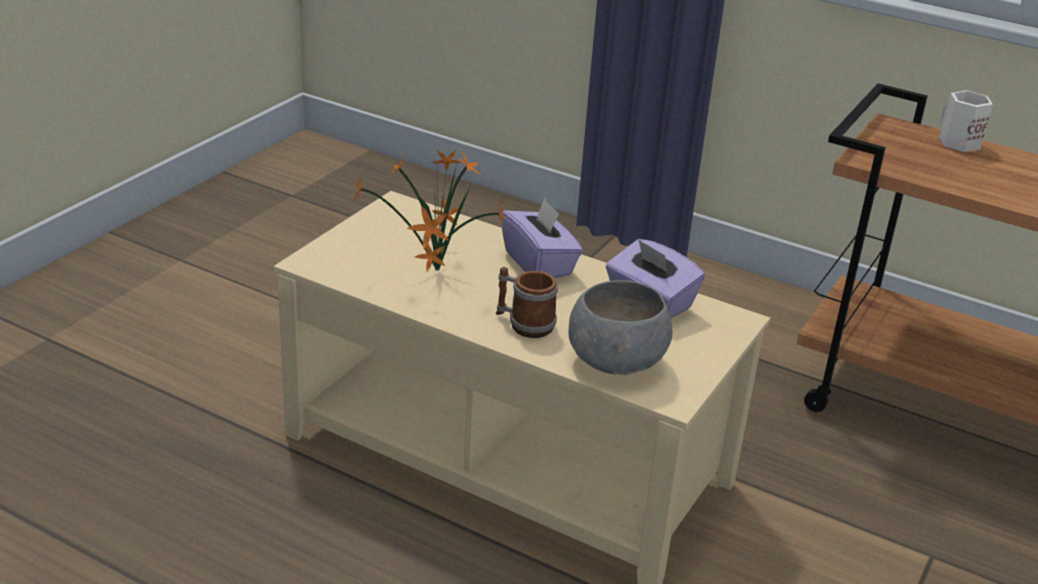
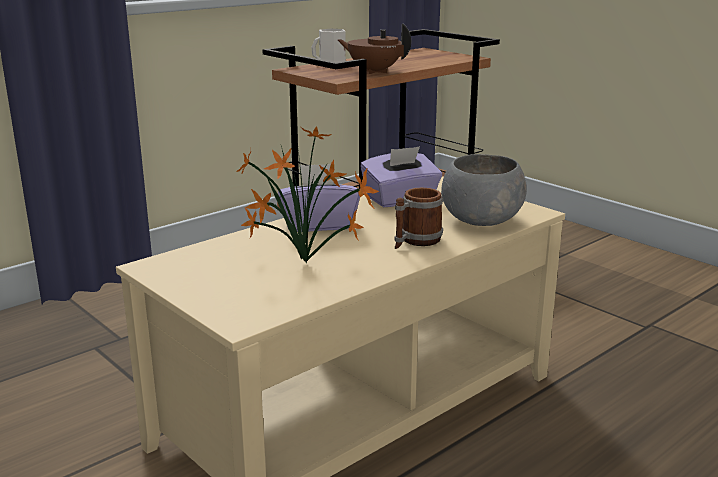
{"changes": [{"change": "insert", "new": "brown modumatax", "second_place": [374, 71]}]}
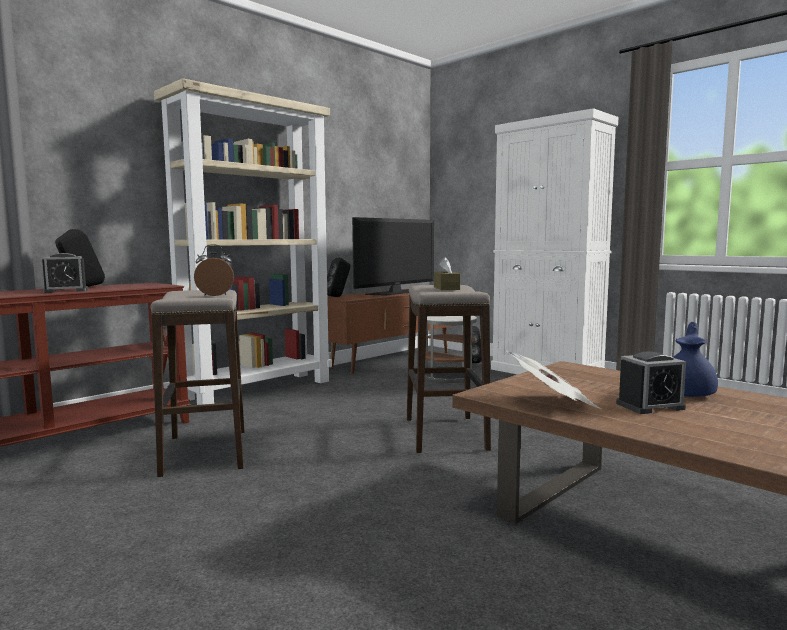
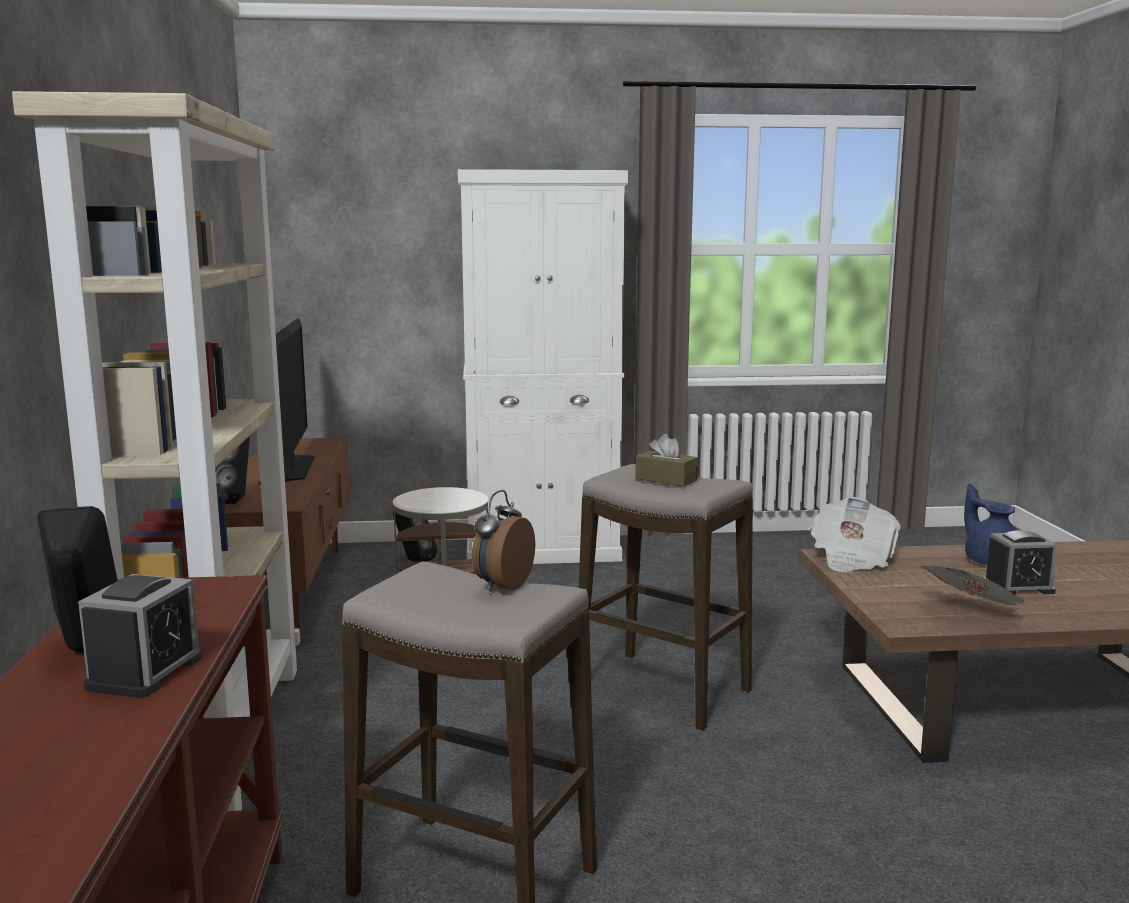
{"changes": [{"change": "insert", "new": "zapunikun", "second_place": [852, 558]}, {"change": "rotate", "old": "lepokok", "first_place": [650, 406], "second_place": [1018, 587], "degrees": 60}]}
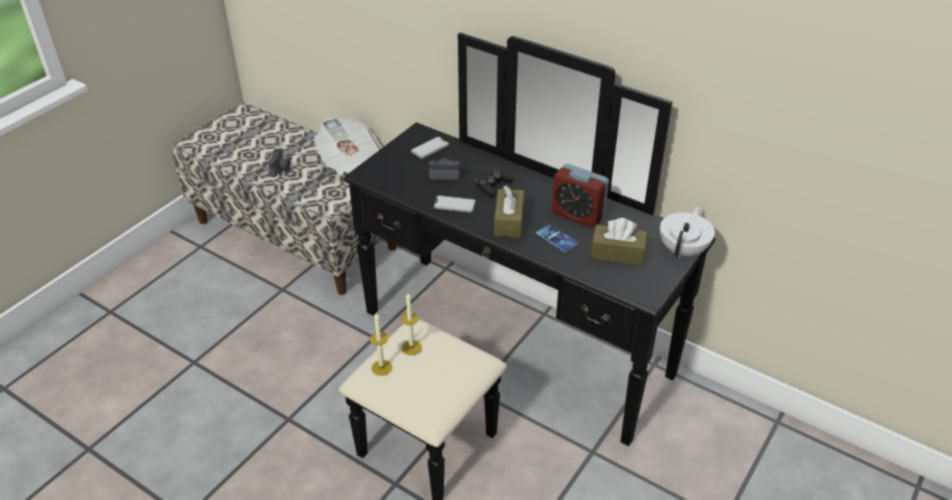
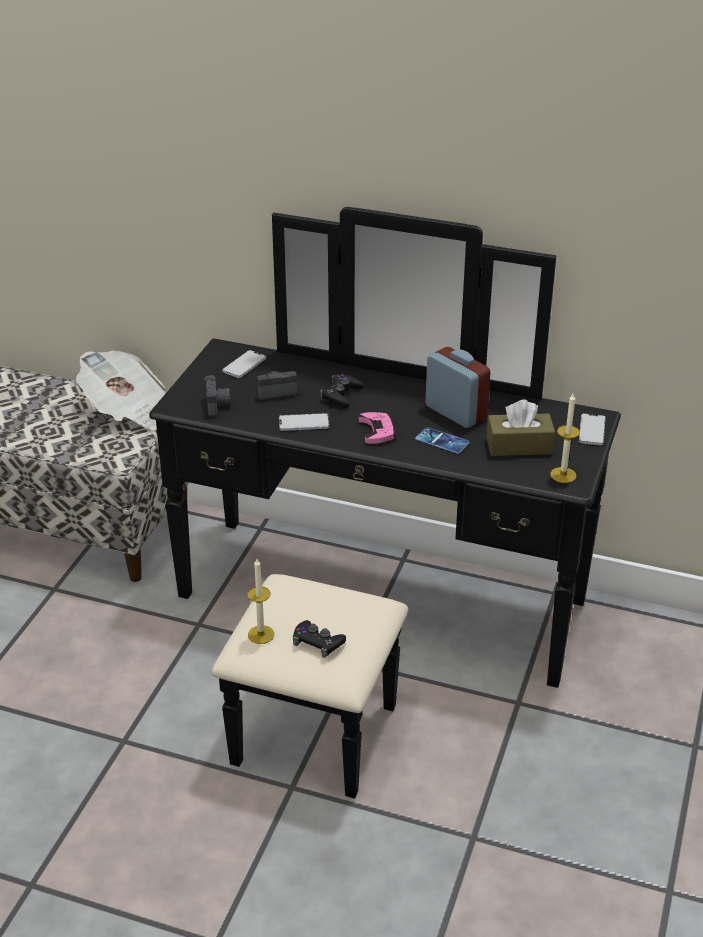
{"changes": [{"change": "move", "old": "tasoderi", "first_place": [281, 169], "second_place": [218, 405]}, {"change": "insert", "new": "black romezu", "second_place": [318, 642]}, {"change": "replace", "old": "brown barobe", "new": "pink romezu", "first_place": [509, 221], "second_place": [377, 431]}, {"change": "rotate", "old": "lepokok", "first_place": [578, 215], "second_place": [455, 412], "degrees": -150}, {"change": "move", "old": "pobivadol", "first_place": [411, 347], "second_place": [563, 475]}, {"change": "replace", "old": "white modumatax", "new": "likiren", "first_place": [683, 250], "second_place": [591, 430]}]}
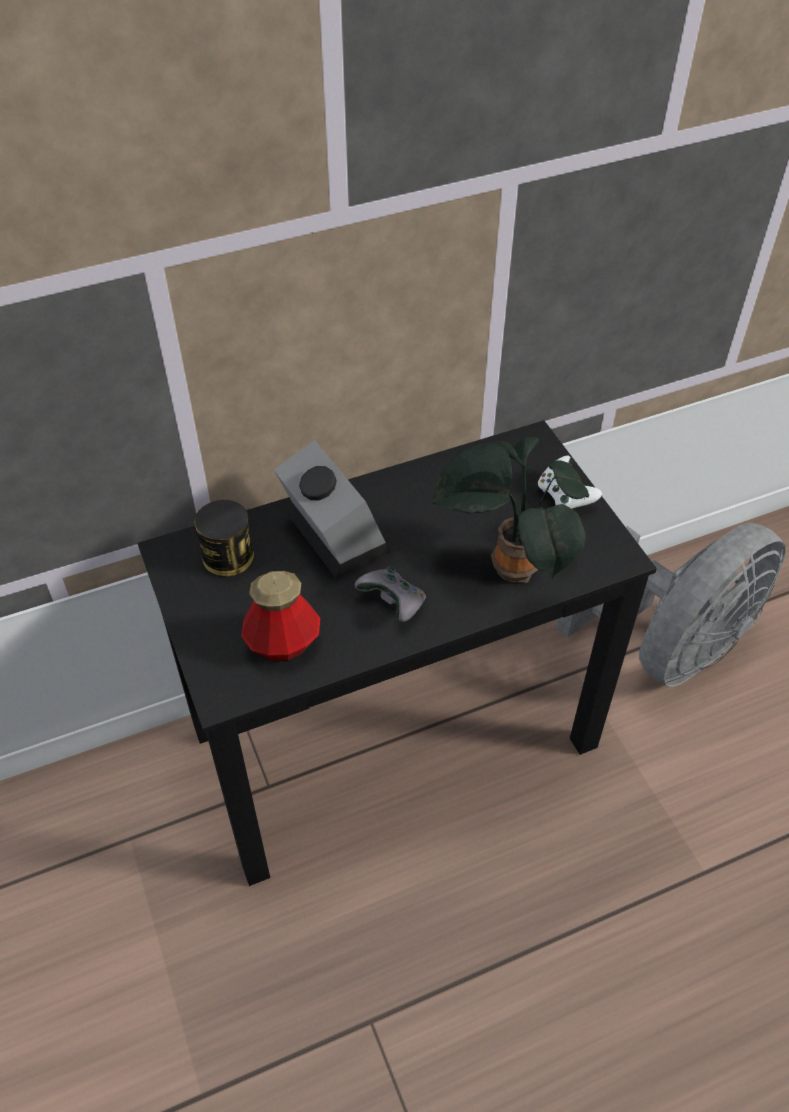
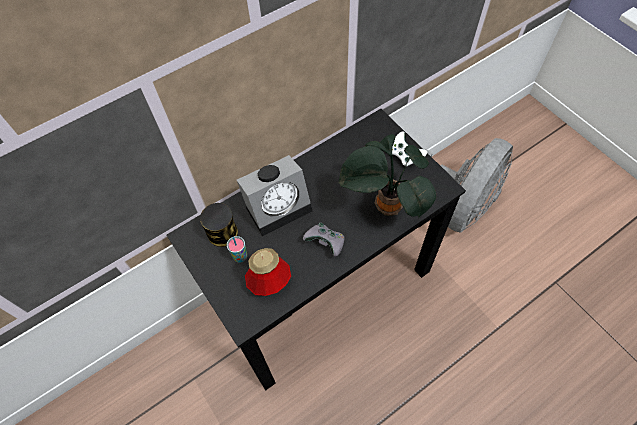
{"changes": [{"change": "insert", "new": "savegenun", "second_place": [240, 257]}, {"change": "rotate", "old": "lepokok", "first_place": [332, 534], "second_place": [279, 206], "degrees": 105}]}
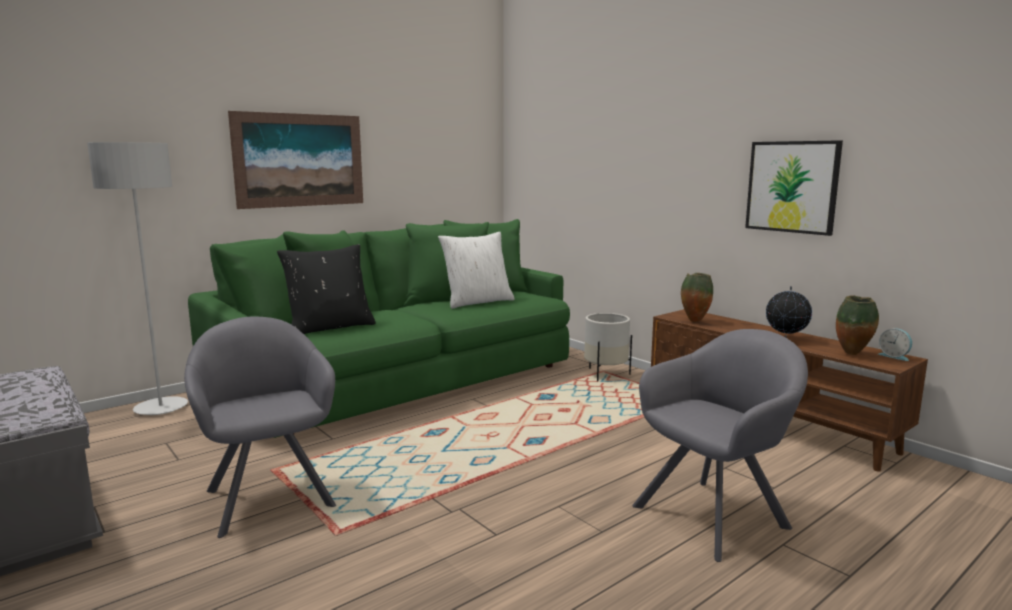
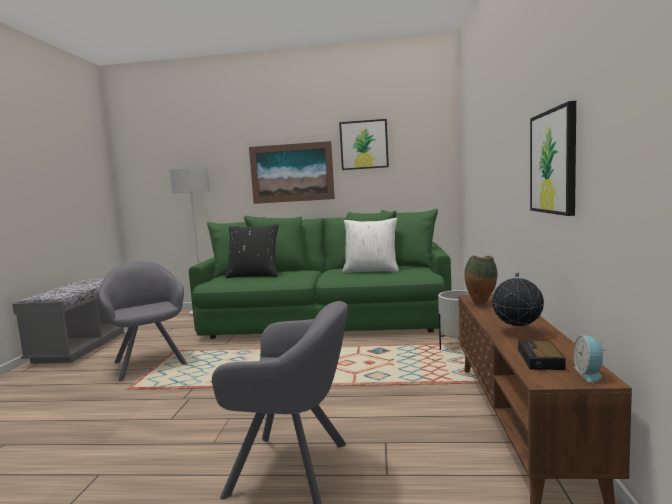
{"changes": [{"change": "rotate", "old": "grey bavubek", "first_place": [269, 494], "second_place": [150, 362], "degrees": -45}, {"change": "insert", "new": "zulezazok", "second_place": [364, 145]}, {"change": "replace", "old": "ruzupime", "new": "lepokok", "first_place": [853, 354], "second_place": [540, 360]}]}
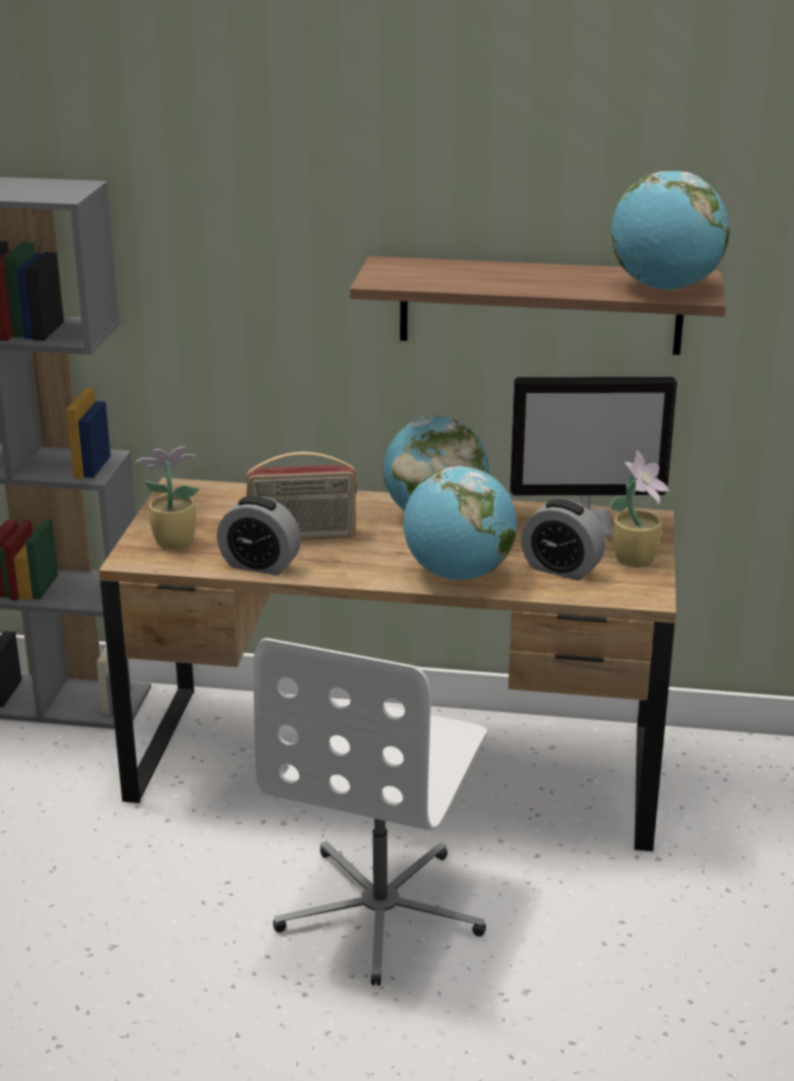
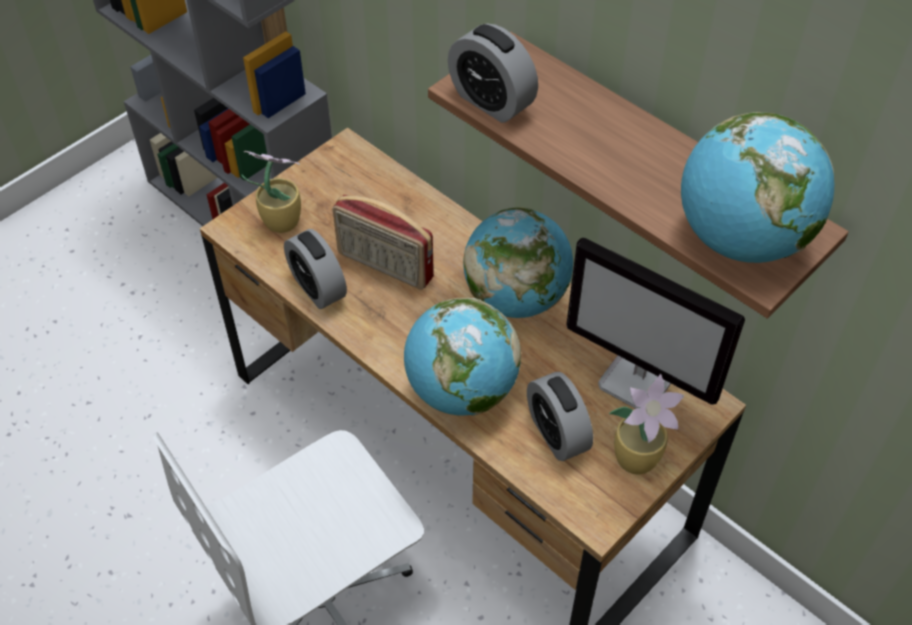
{"changes": [{"change": "insert", "new": "lepokok", "second_place": [491, 101]}]}
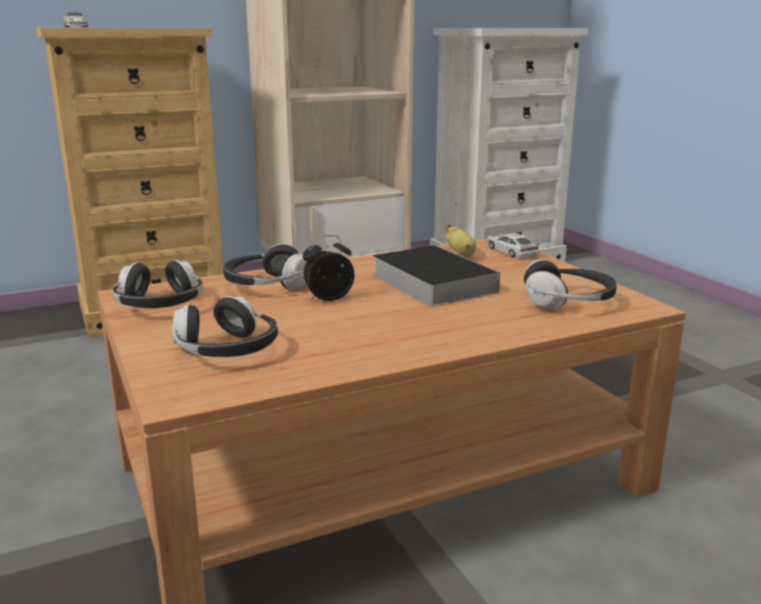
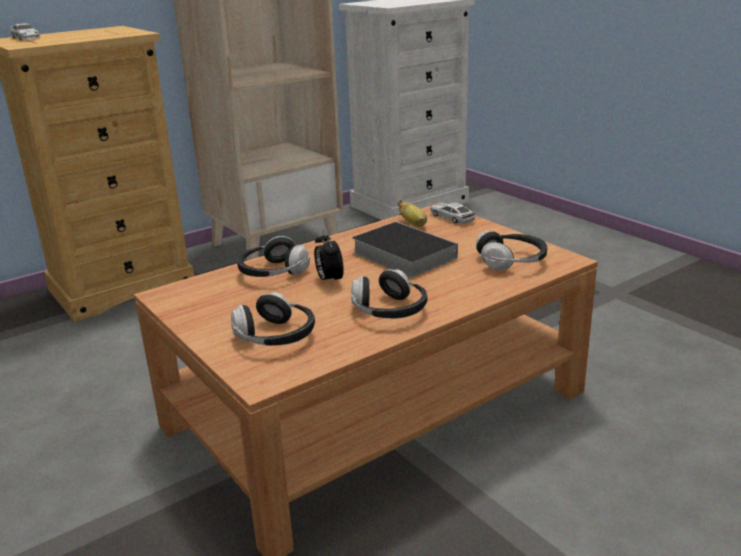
{"changes": [{"change": "rotate", "old": "lepokok", "first_place": [328, 299], "second_place": [329, 280], "degrees": -75}, {"change": "move", "old": "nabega", "first_place": [160, 305], "second_place": [389, 311]}]}
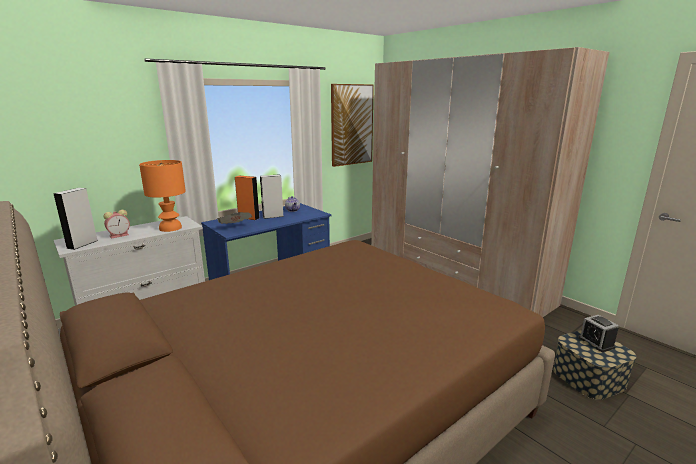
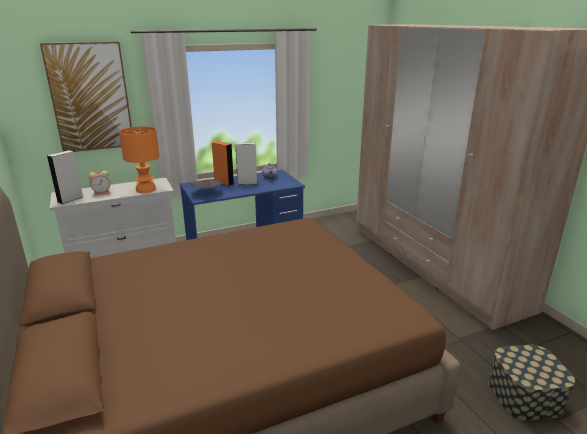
{"changes": [{"change": "move", "old": "zulezazok", "first_place": [351, 125], "second_place": [90, 97]}, {"change": "delete", "old": "lepokok", "first_place": [596, 342]}]}
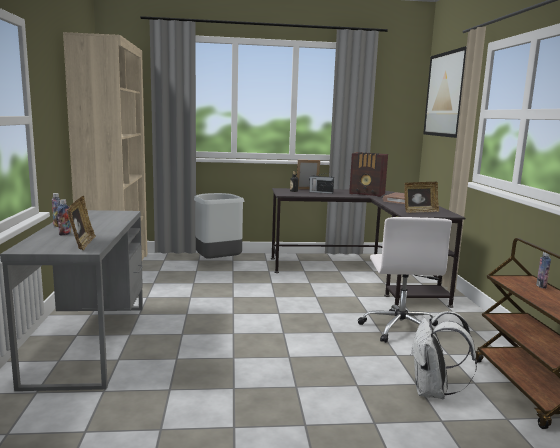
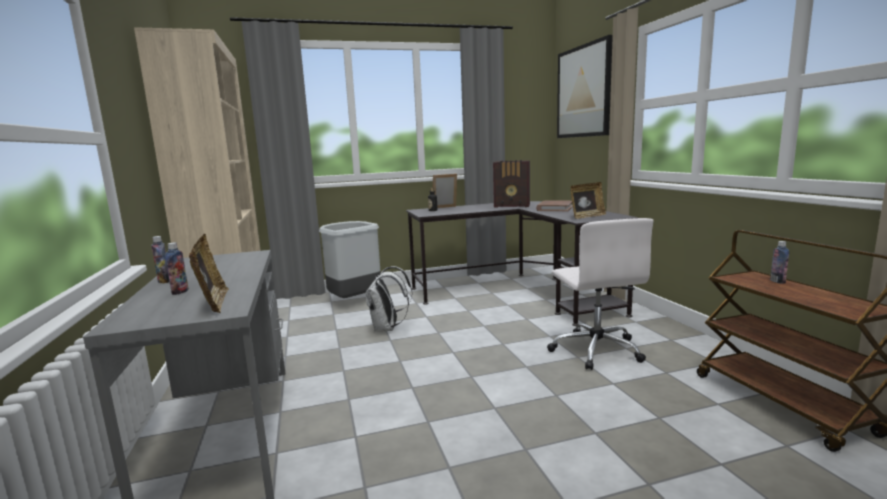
{"changes": [{"change": "move", "old": "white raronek", "first_place": [433, 392], "second_place": [387, 328]}, {"change": "delete", "old": "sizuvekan", "first_place": [320, 192]}]}
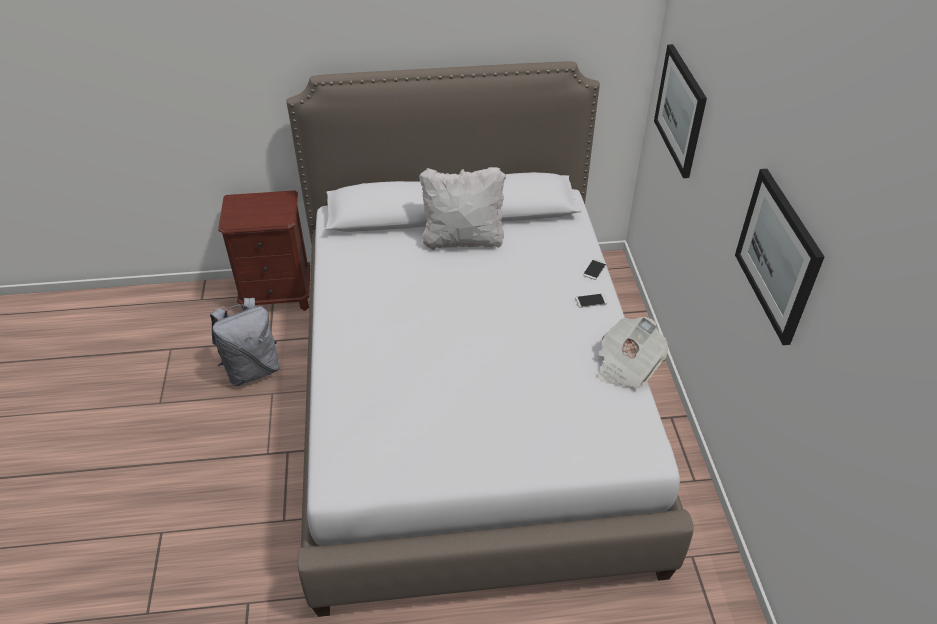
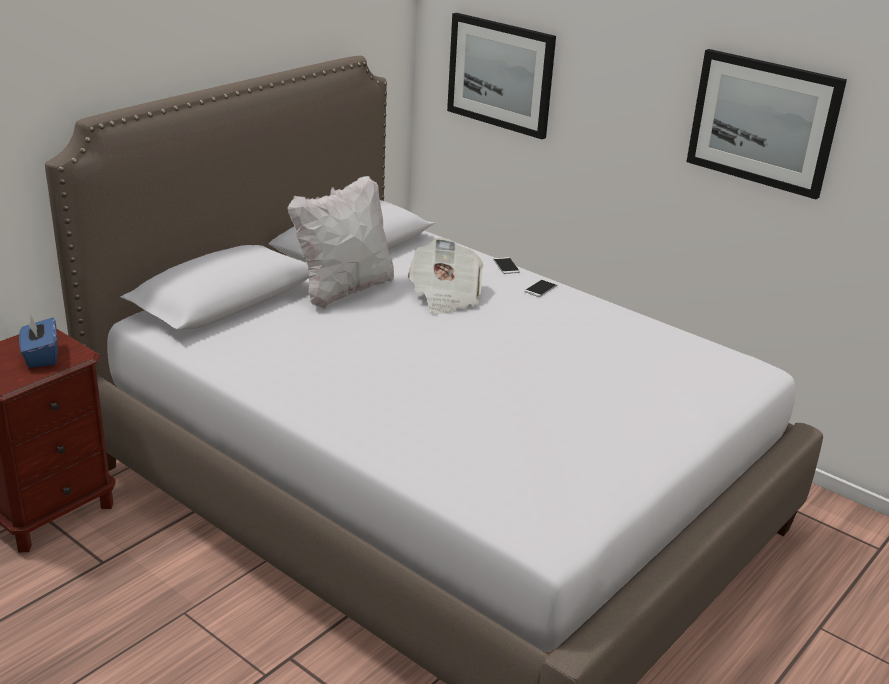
{"changes": [{"change": "insert", "new": "blue barobe", "second_place": [41, 356]}, {"change": "move", "old": "zapunikun", "first_place": [627, 365], "second_place": [444, 296]}, {"change": "delete", "old": "grey raronek", "first_place": [252, 369]}]}
